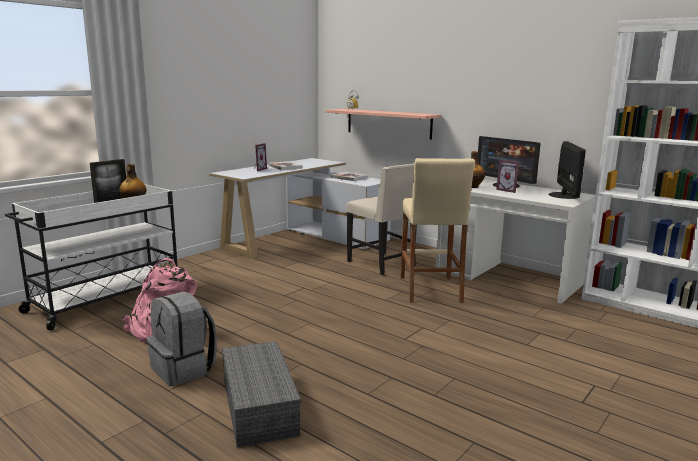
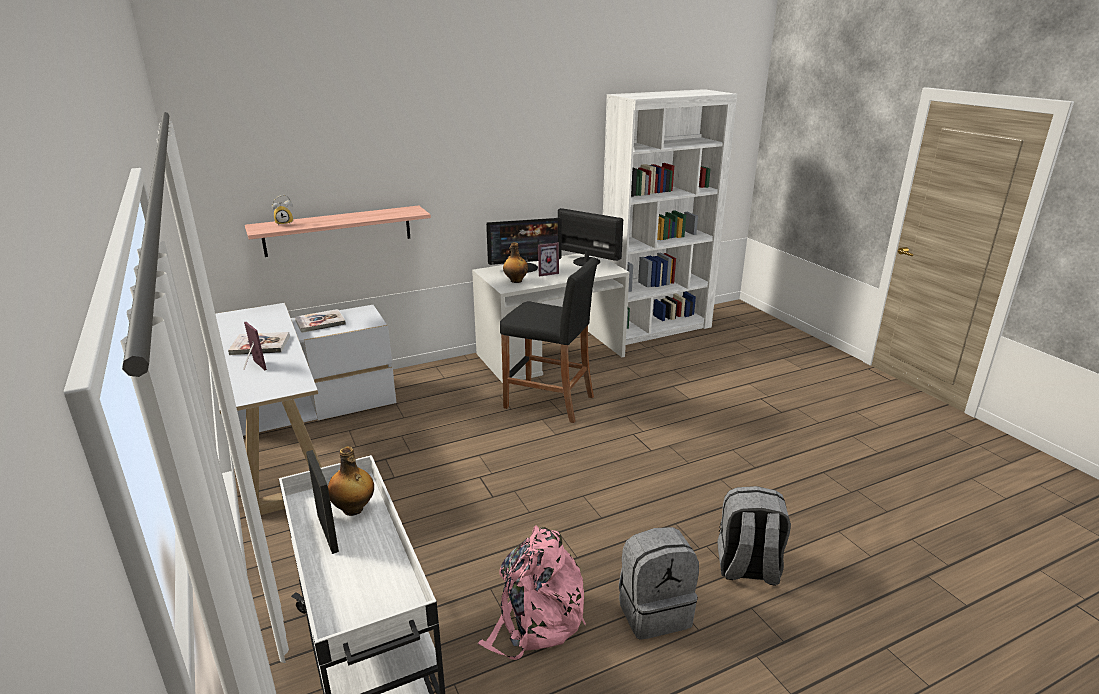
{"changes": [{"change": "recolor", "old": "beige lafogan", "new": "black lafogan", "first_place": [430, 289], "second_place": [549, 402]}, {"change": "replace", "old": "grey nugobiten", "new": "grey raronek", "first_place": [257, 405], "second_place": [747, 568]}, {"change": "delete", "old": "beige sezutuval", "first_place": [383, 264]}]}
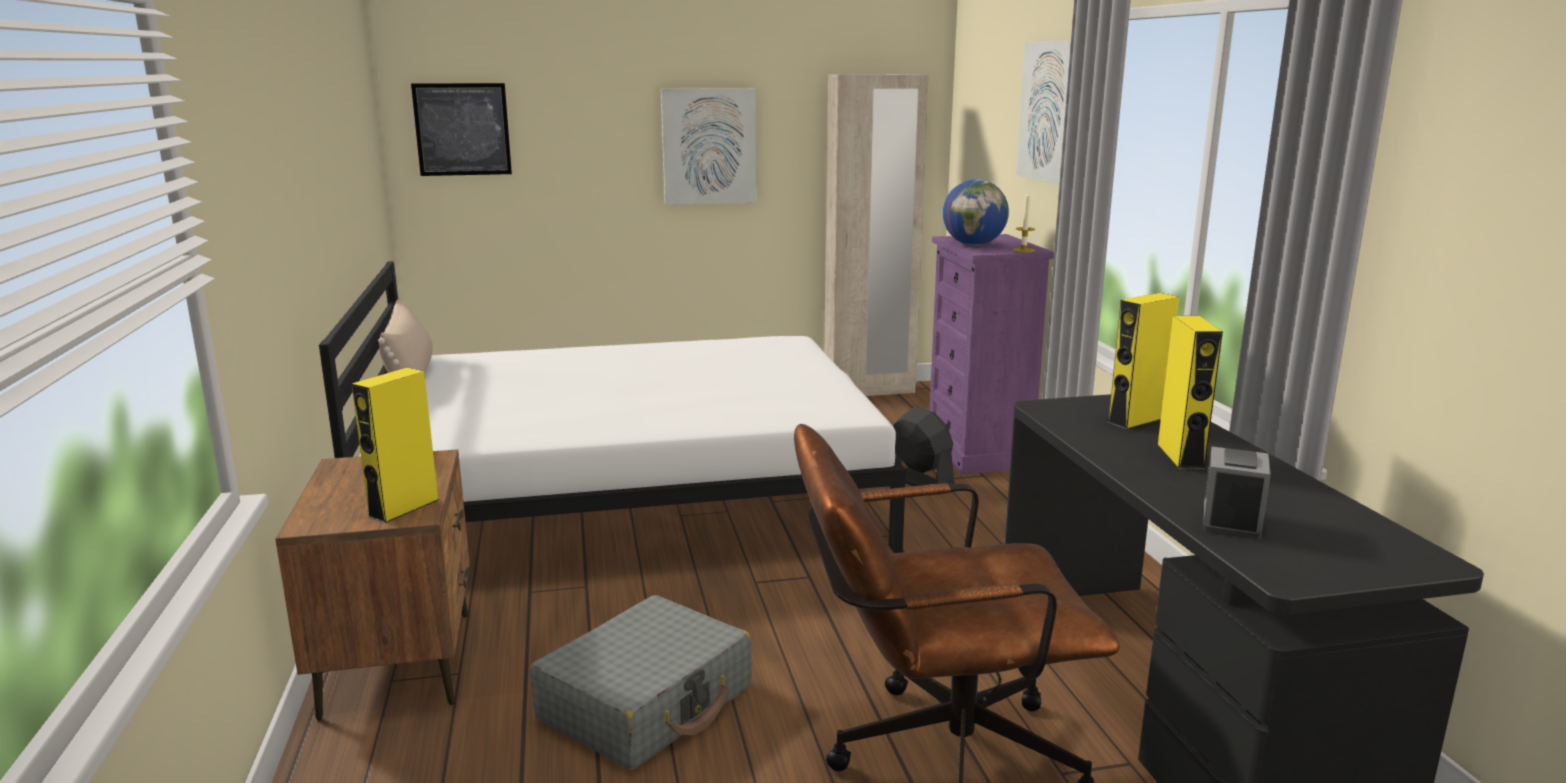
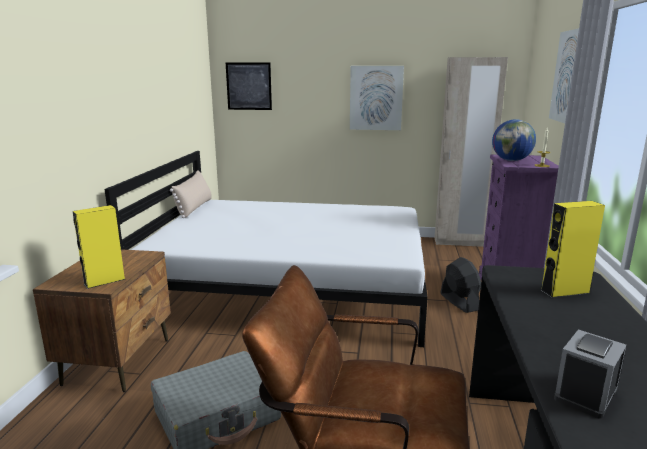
{"changes": [{"change": "delete", "old": "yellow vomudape", "first_place": [1180, 456]}]}
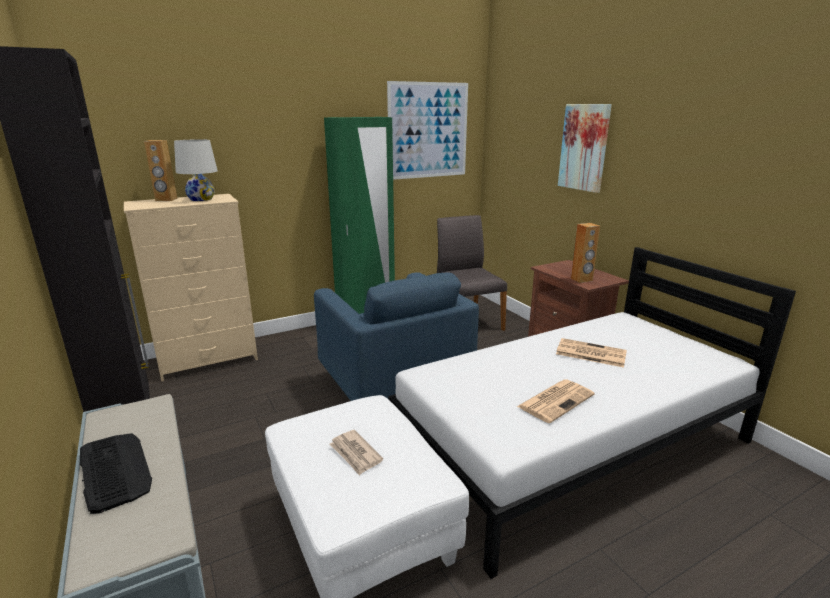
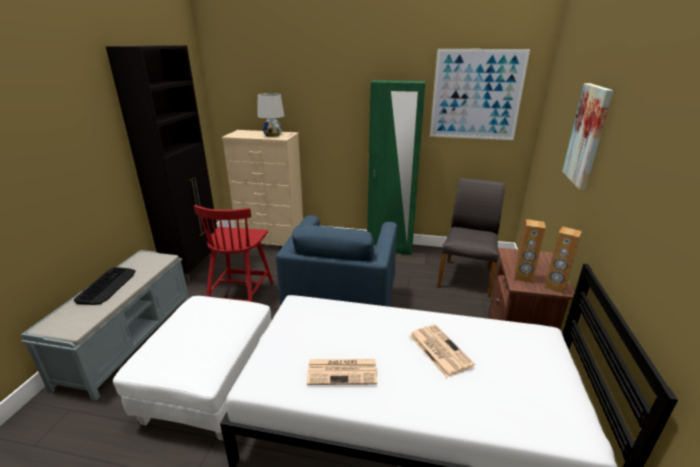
{"changes": [{"change": "insert", "new": "red sezutuval", "second_place": [241, 297]}, {"change": "move", "old": "brown vomudape", "first_place": [166, 199], "second_place": [555, 287]}, {"change": "delete", "old": "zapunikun", "first_place": [355, 454]}]}
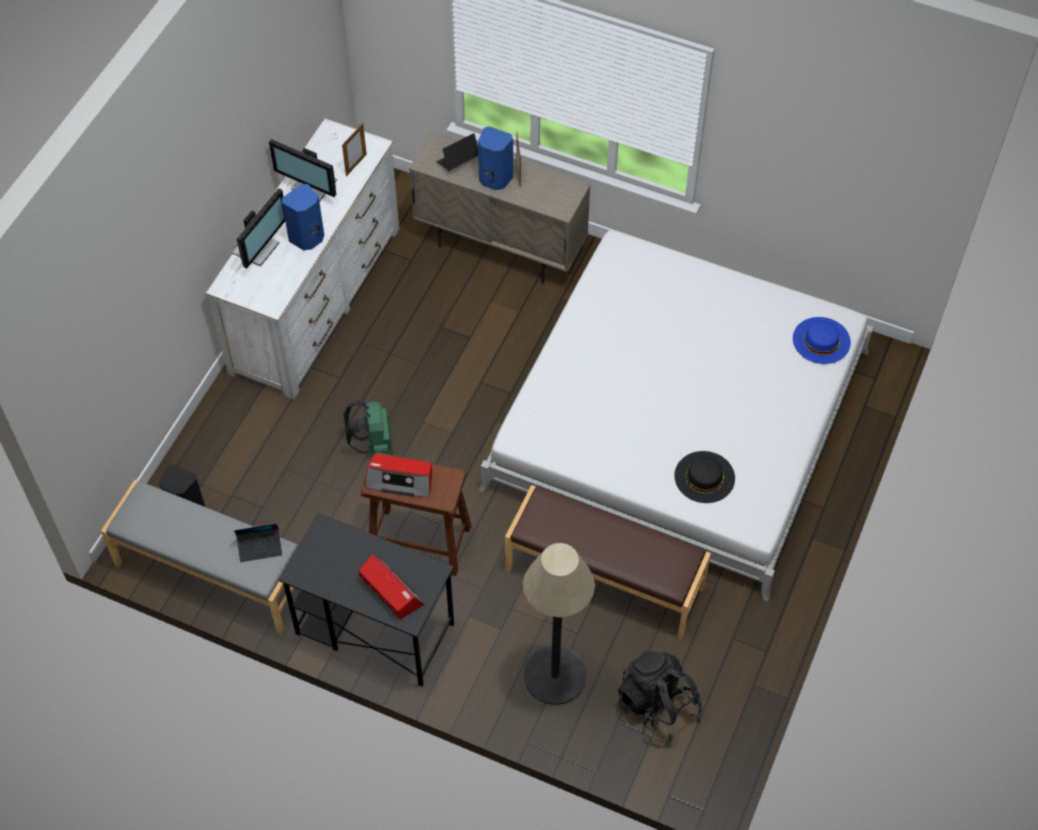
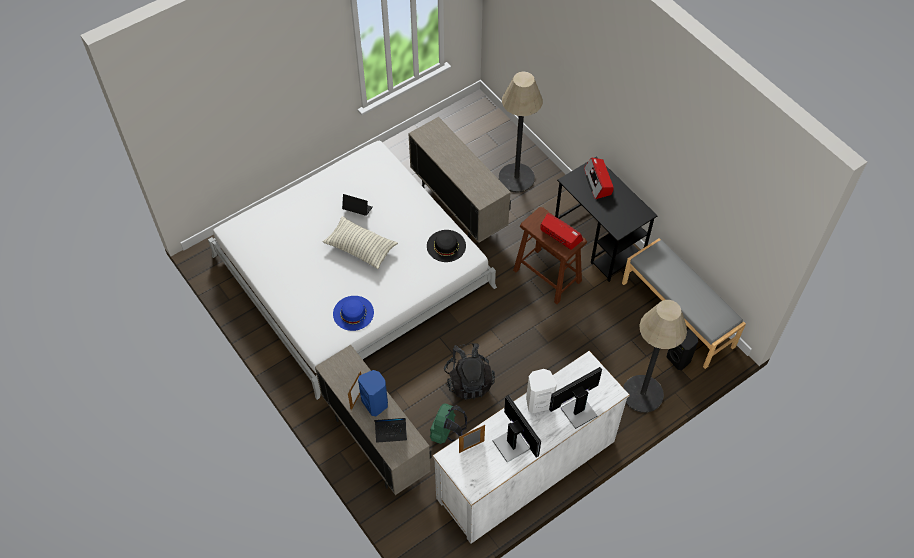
{"changes": [{"change": "insert", "new": "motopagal", "second_place": [360, 248]}, {"change": "move", "old": "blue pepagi", "first_place": [821, 340], "second_place": [353, 313]}, {"change": "move", "old": "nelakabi", "first_place": [260, 547], "second_place": [357, 209]}, {"change": "replace", "old": "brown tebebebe", "new": "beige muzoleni", "first_place": [605, 577], "second_place": [458, 210]}, {"change": "move", "old": "black pepagi", "first_place": [704, 477], "second_place": [446, 246]}, {"change": "move", "old": "green raronek", "first_place": [373, 445], "second_place": [447, 433]}, {"change": "move", "old": "black raronek", "first_place": [657, 706], "second_place": [469, 381]}, {"change": "recolor", "old": "blue vomudape", "new": "white vomudape", "first_place": [307, 238], "second_place": [538, 402]}, {"change": "insert", "new": "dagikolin", "second_place": [642, 394]}]}
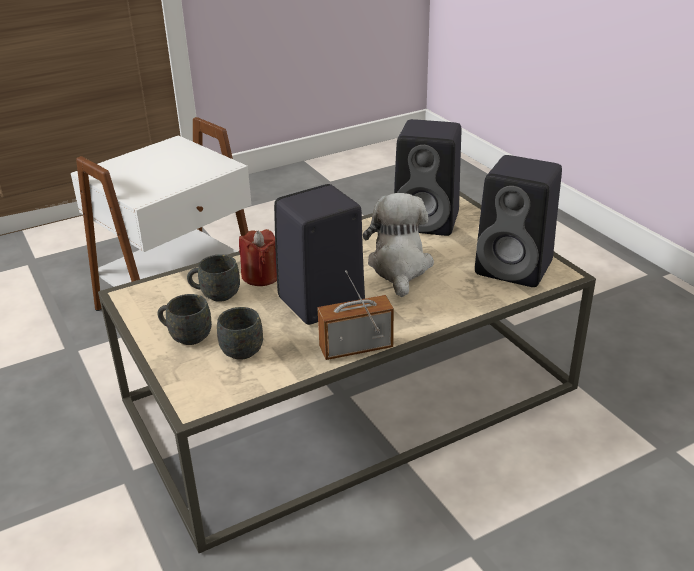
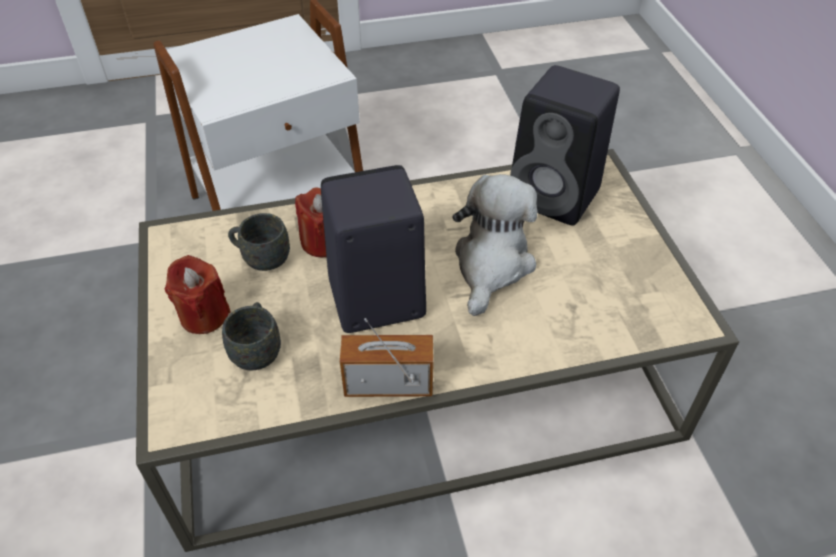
{"changes": [{"change": "replace", "old": "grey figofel", "new": "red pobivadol", "first_place": [186, 336], "second_place": [204, 315]}, {"change": "delete", "old": "black vomudape", "first_place": [516, 268]}]}
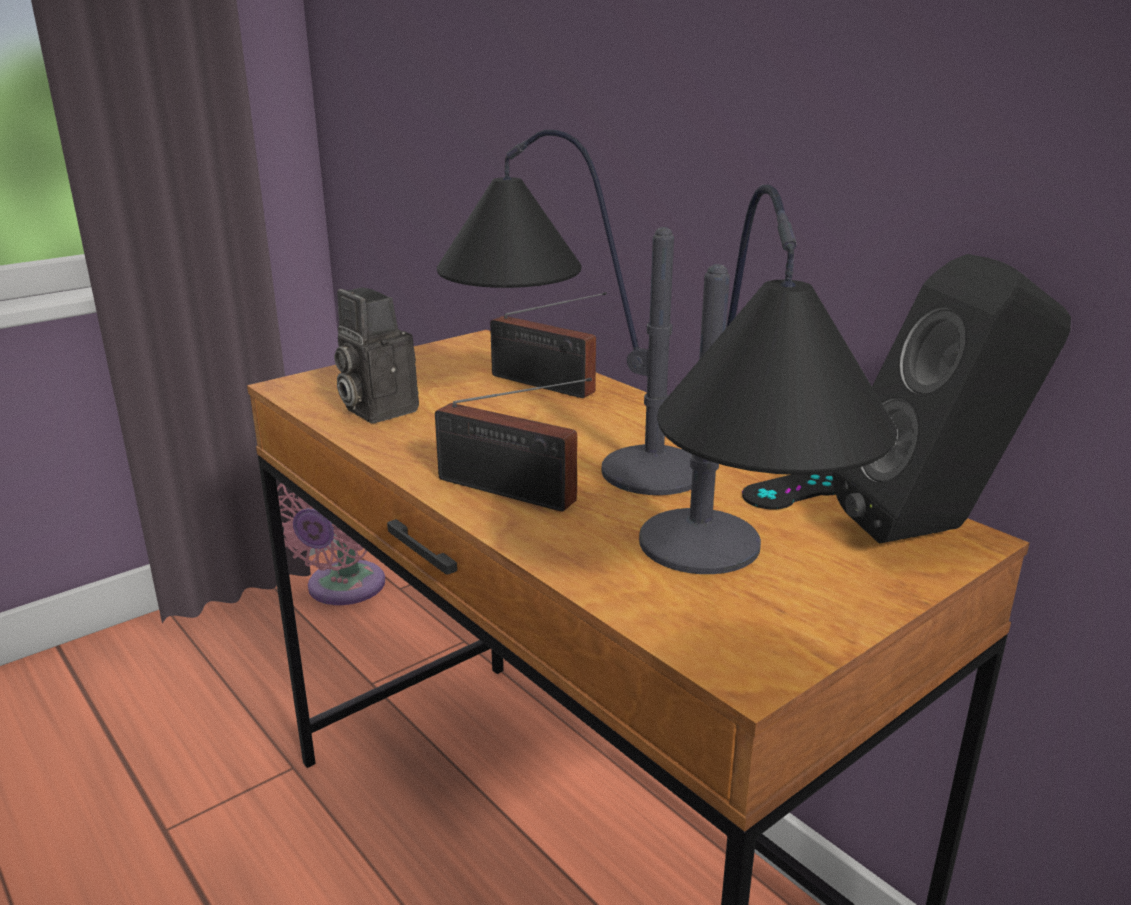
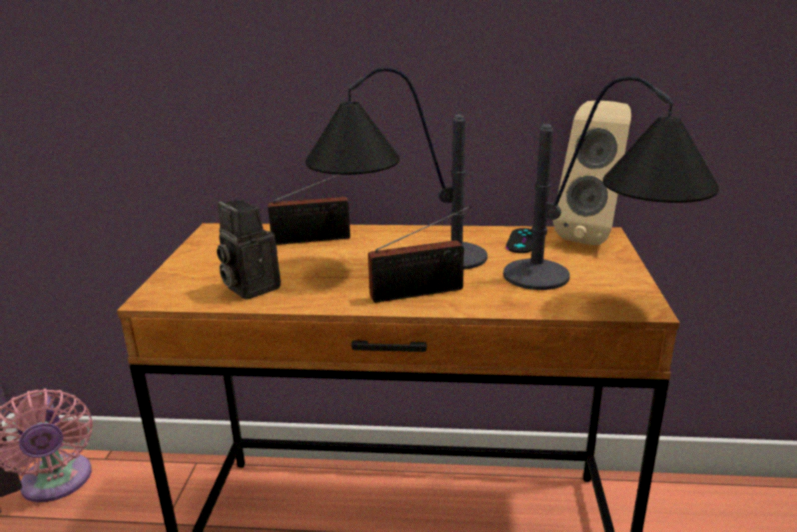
{"changes": [{"change": "rotate", "old": "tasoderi", "first_place": [375, 409], "second_place": [249, 287], "degrees": 45}, {"change": "recolor", "old": "black vomudape", "new": "beige vomudape", "first_place": [932, 530], "second_place": [591, 235]}]}
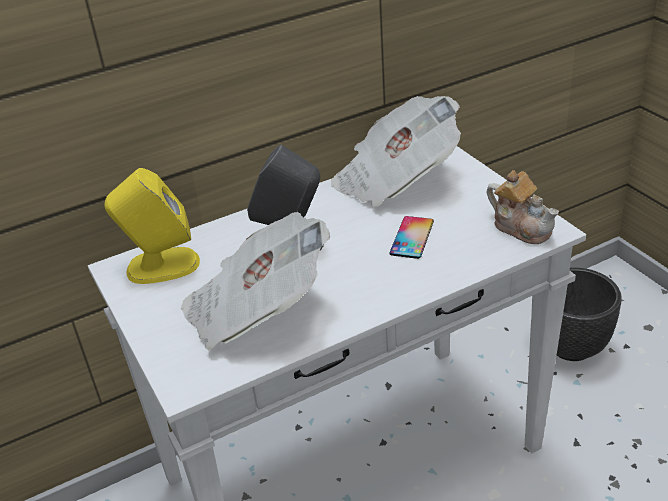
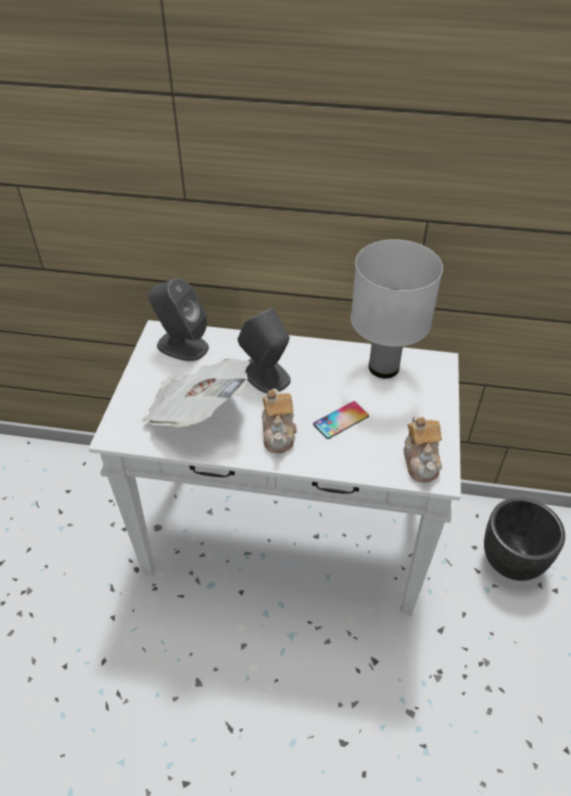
{"changes": [{"change": "recolor", "old": "yellow vomudape", "new": "grey vomudape", "first_place": [162, 266], "second_place": [182, 346]}, {"change": "insert", "new": "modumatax", "second_place": [279, 433]}, {"change": "replace", "old": "zapunikun", "new": "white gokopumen", "first_place": [395, 179], "second_place": [382, 367]}]}
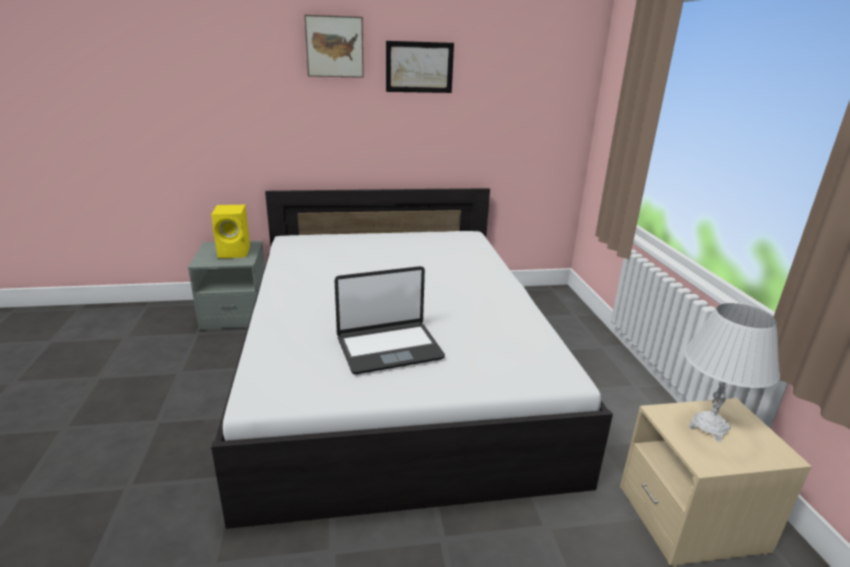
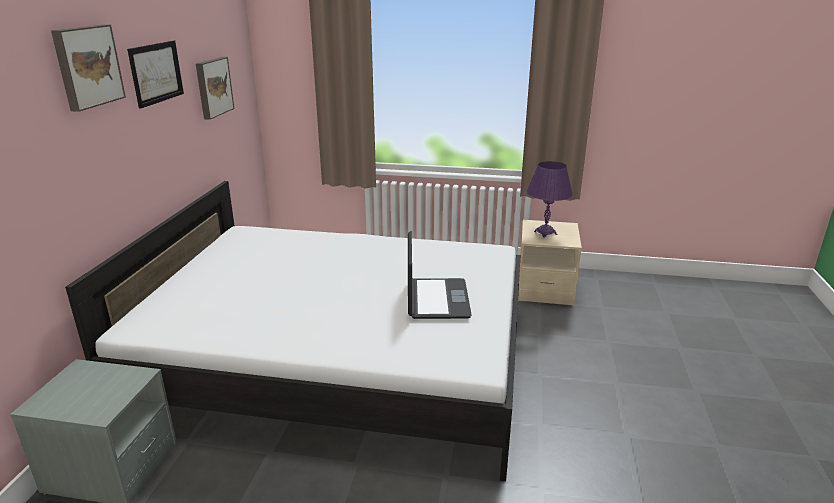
{"changes": [{"change": "insert", "new": "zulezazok", "second_place": [213, 87]}, {"change": "recolor", "old": "white gokopumen", "new": "purple gokopumen", "first_place": [709, 427], "second_place": [545, 233]}, {"change": "delete", "old": "yellow vomudape", "first_place": [235, 252]}]}
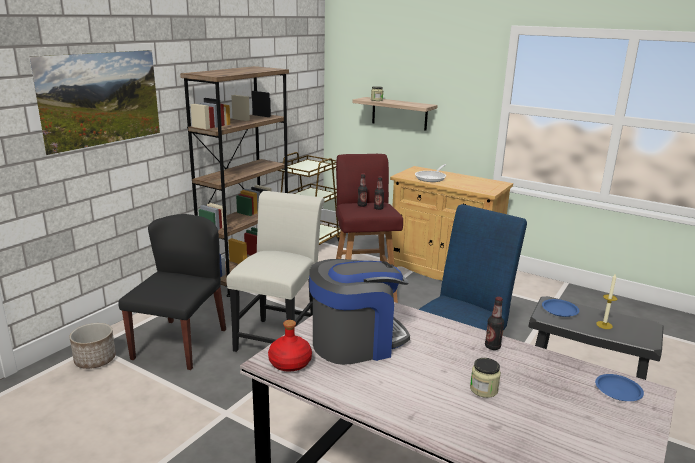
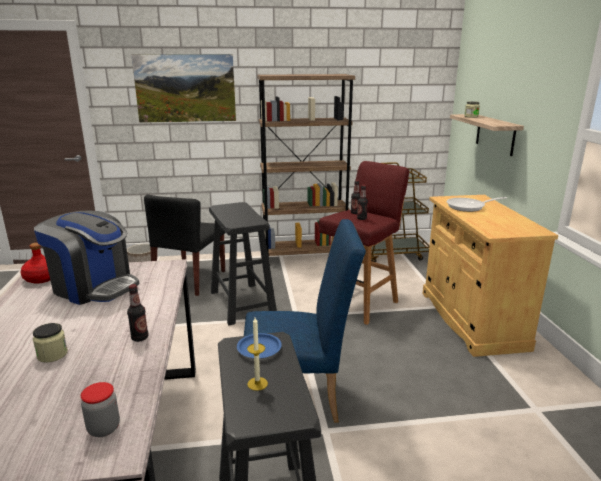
{"changes": [{"change": "replace", "old": "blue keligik", "new": "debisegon", "first_place": [617, 390], "second_place": [104, 428]}, {"change": "rotate", "old": "black sezutuval", "first_place": [180, 343], "second_place": [190, 279], "degrees": 135}, {"change": "replace", "old": "white sezutuval", "new": "black lafogan", "first_place": [279, 337], "second_place": [242, 303]}]}
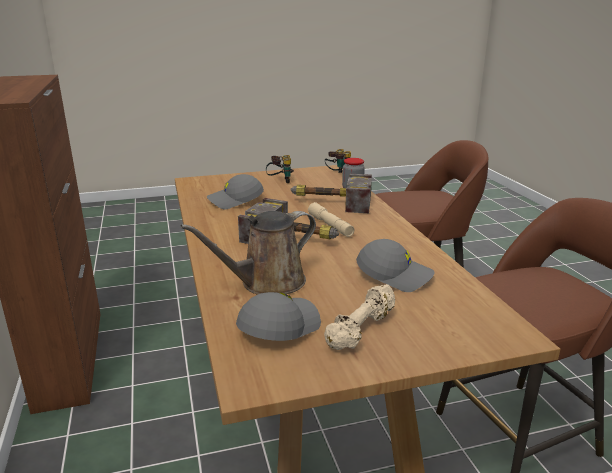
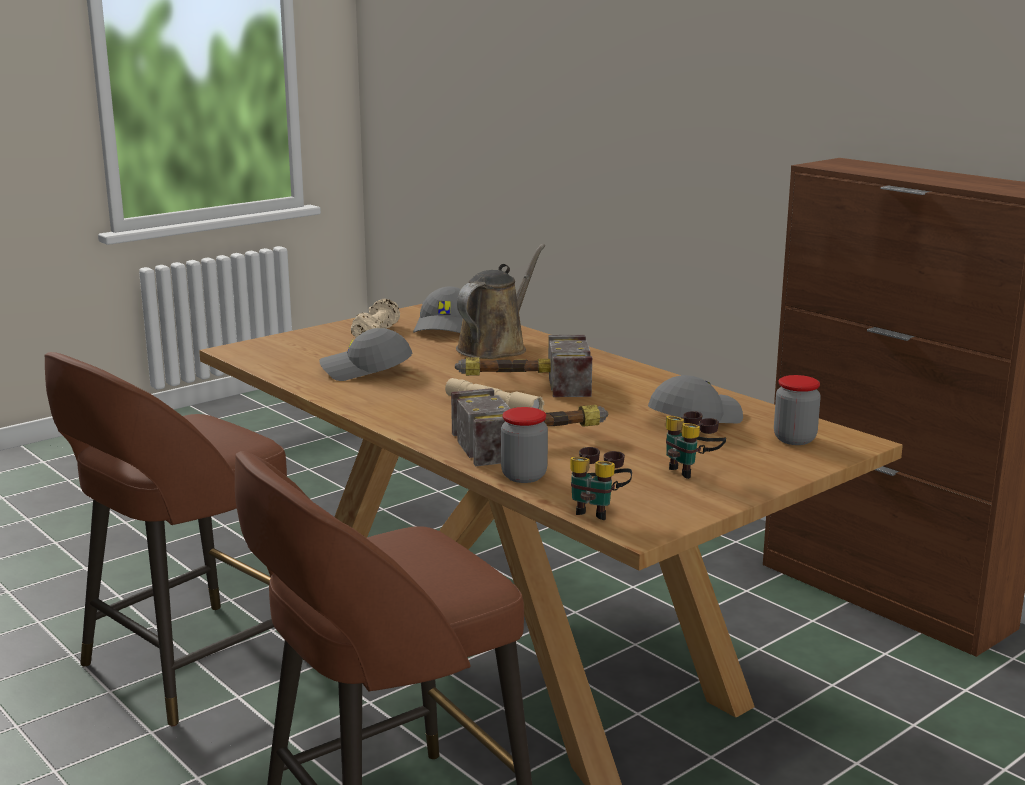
{"changes": [{"change": "insert", "new": "debisegon", "second_place": [794, 439]}]}
